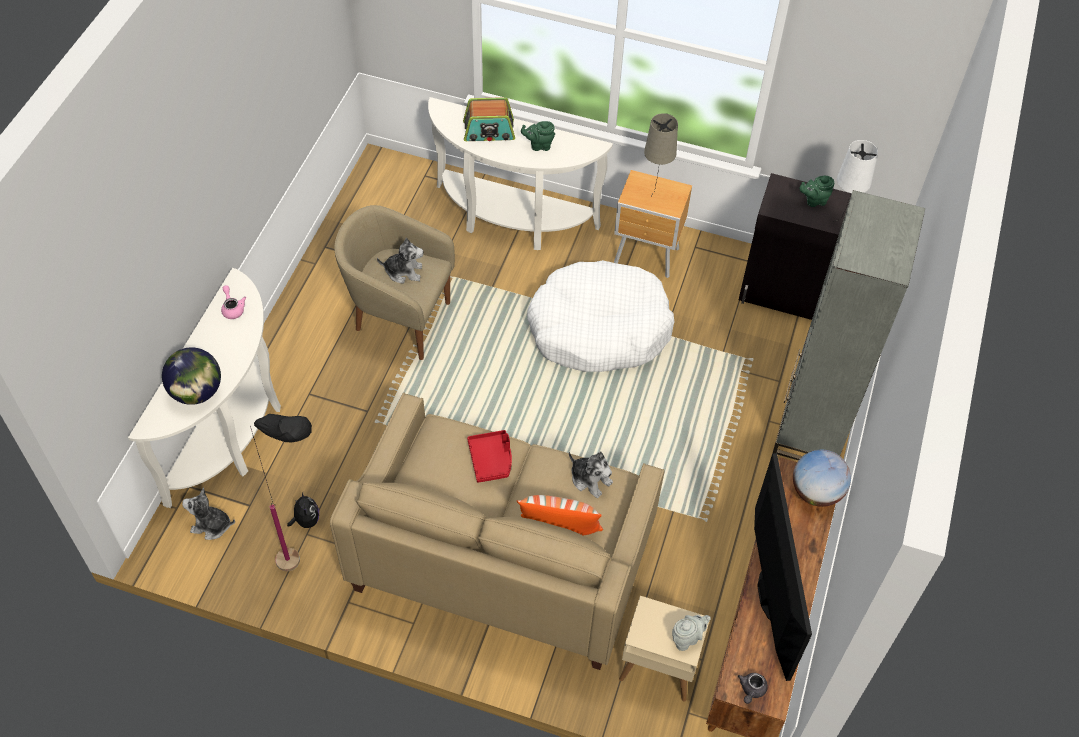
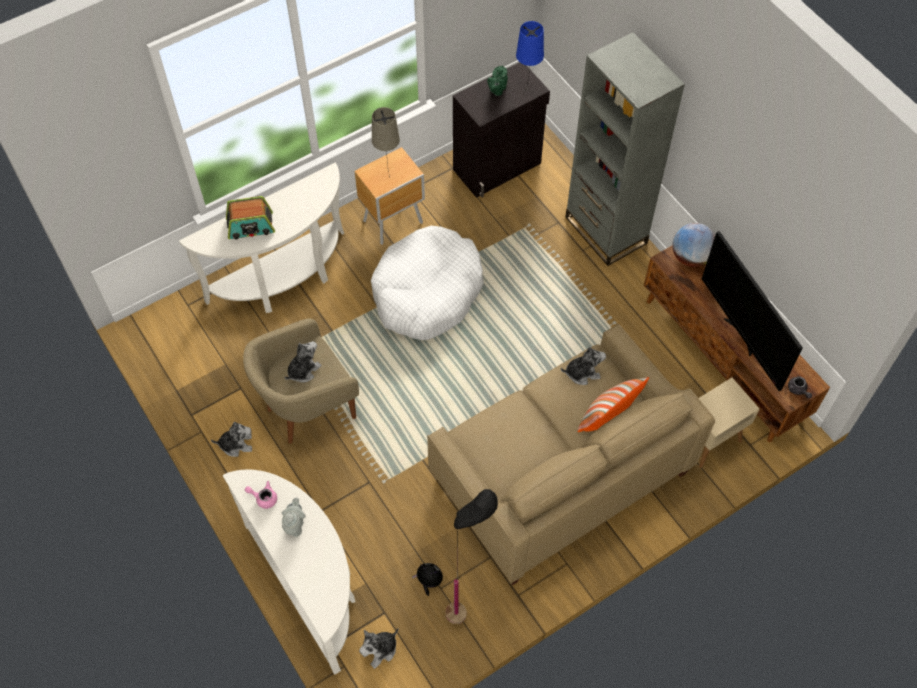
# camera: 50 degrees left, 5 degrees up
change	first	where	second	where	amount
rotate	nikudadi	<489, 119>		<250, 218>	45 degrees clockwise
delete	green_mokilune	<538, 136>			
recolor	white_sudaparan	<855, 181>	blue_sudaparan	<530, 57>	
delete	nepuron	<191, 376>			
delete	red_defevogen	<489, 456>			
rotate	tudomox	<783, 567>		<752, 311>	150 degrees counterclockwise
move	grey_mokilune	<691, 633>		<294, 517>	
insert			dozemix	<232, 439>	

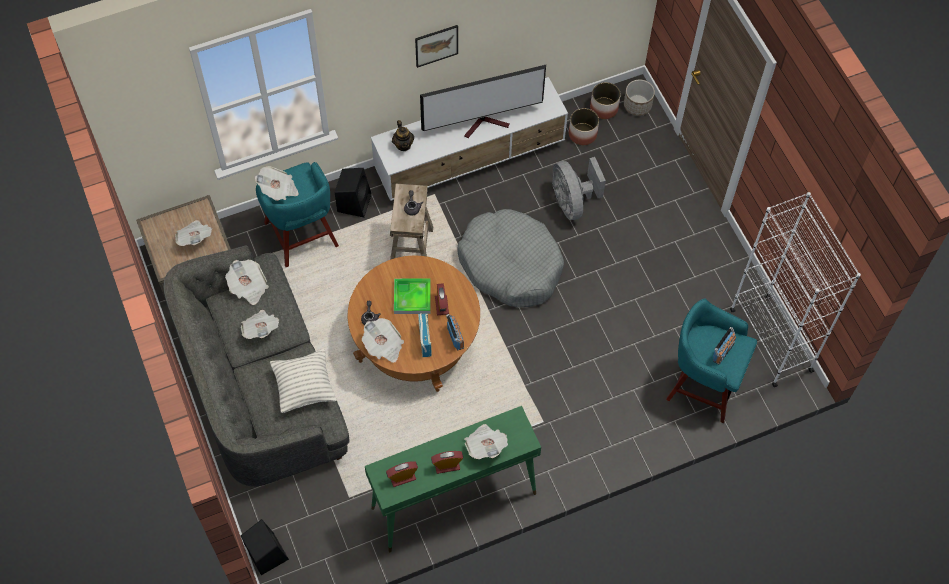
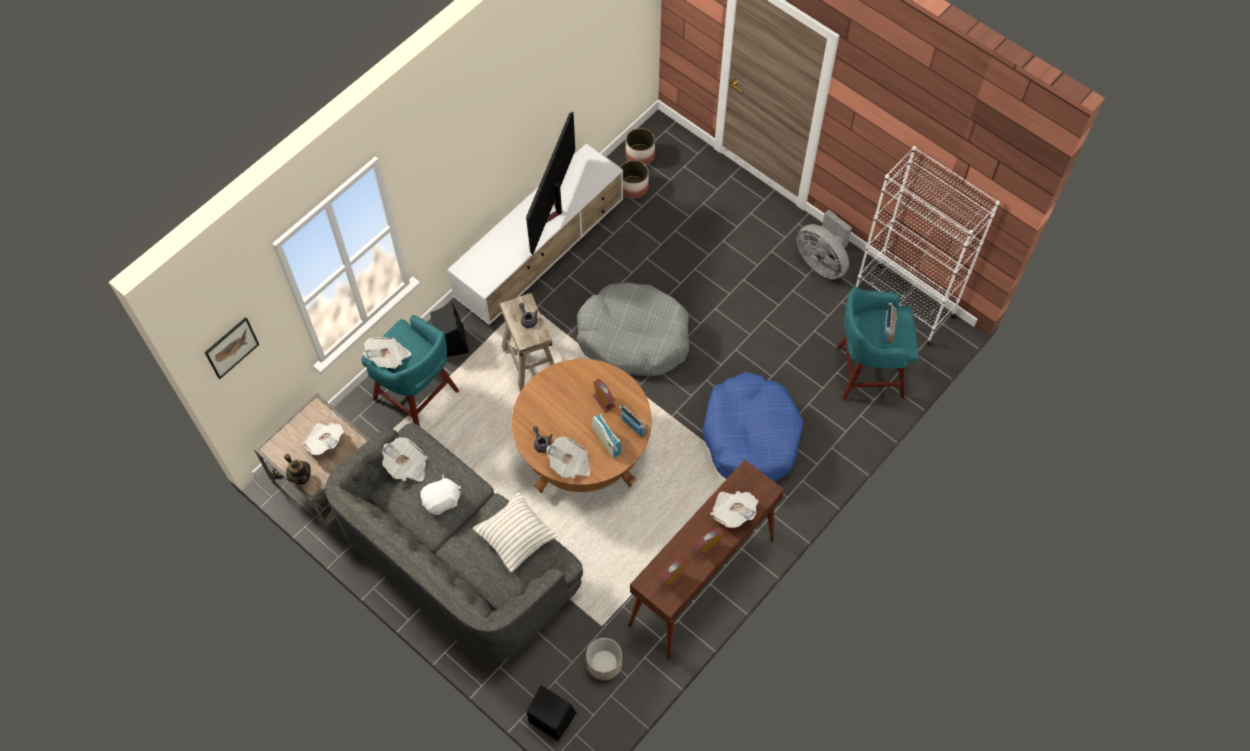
# camera: 25 degrees left, 0 degrees up
change	first	where	second	where	amount
move	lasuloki	<436, 46>		<231, 348>	
rotate	tudomox	<483, 101>		<550, 183>	150 degrees clockwise
move	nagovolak	<639, 98>		<604, 659>	
move	mokilune	<403, 135>		<297, 469>	
move	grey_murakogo	<579, 188>		<824, 244>	
delete	defevogen	<412, 296>			
replace	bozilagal	<260, 324>	white_dozemix	<440, 495>	
recolor	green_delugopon	<453, 479>	brown_delugopon	<706, 560>	
insert			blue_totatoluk	<753, 427>	

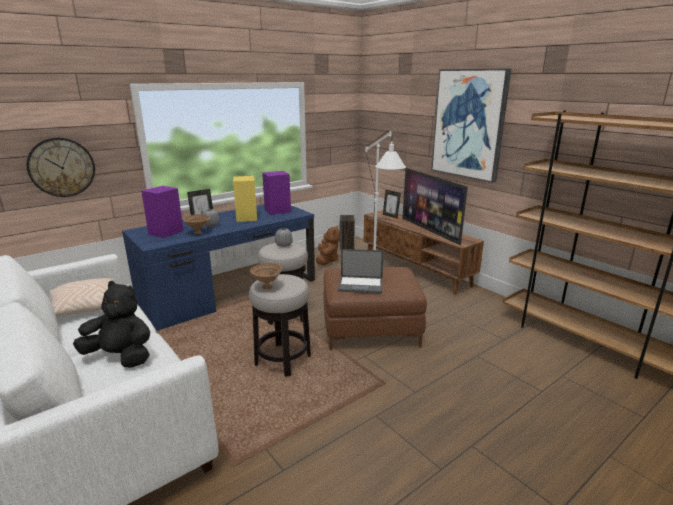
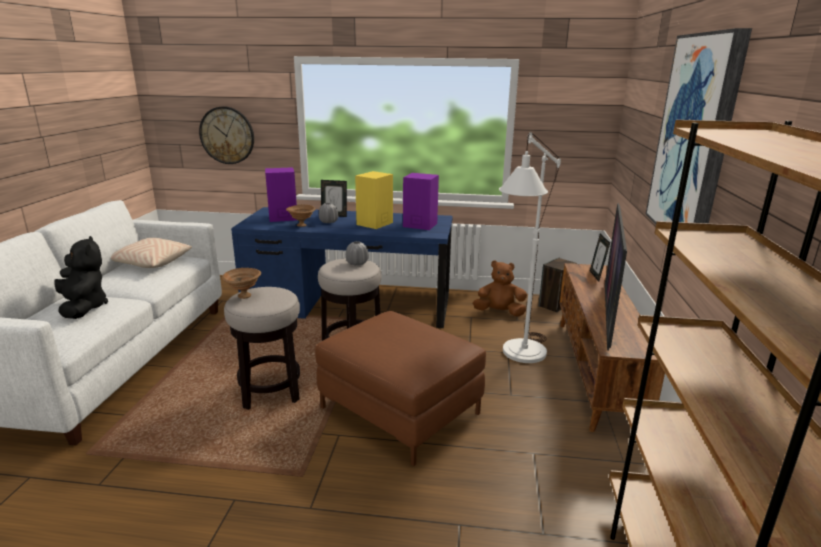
# camera: 45 degrees right, 0 degrees up
change	first	where	second	where	amount
rotate	brown_dozemix	<328, 245>		<500, 288>	135 degrees counterclockwise
delete	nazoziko	<360, 271>			

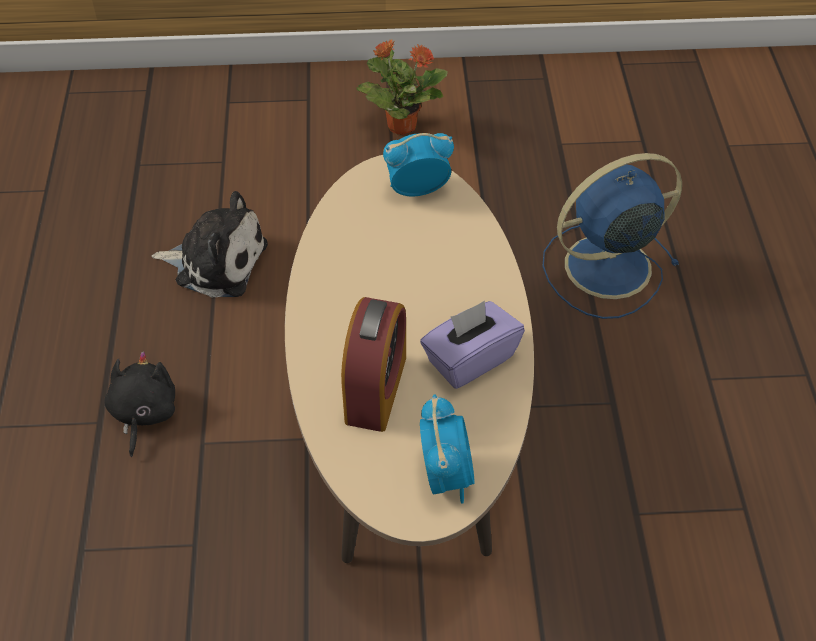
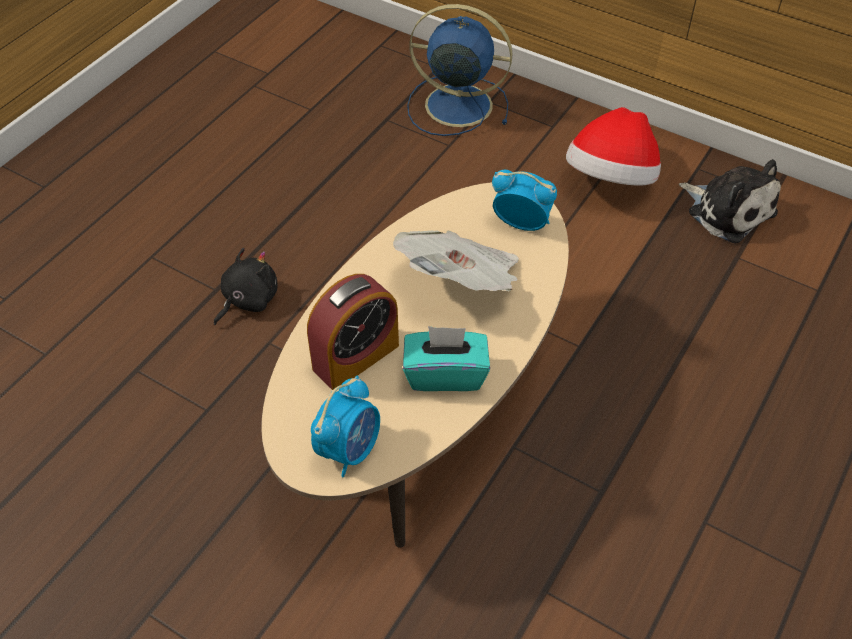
# camera: 35 degrees right, 0 degrees up
change	first	where	second	where	amount
replace	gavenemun	<402, 87>	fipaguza	<613, 146>	
move	blue_murakogo	<612, 236>		<460, 70>	
move	dozemix	<209, 244>		<730, 201>	
recolor	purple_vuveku	<472, 345>	turquoise_vuveku	<446, 358>	
insert			bozilagal	<456, 261>	

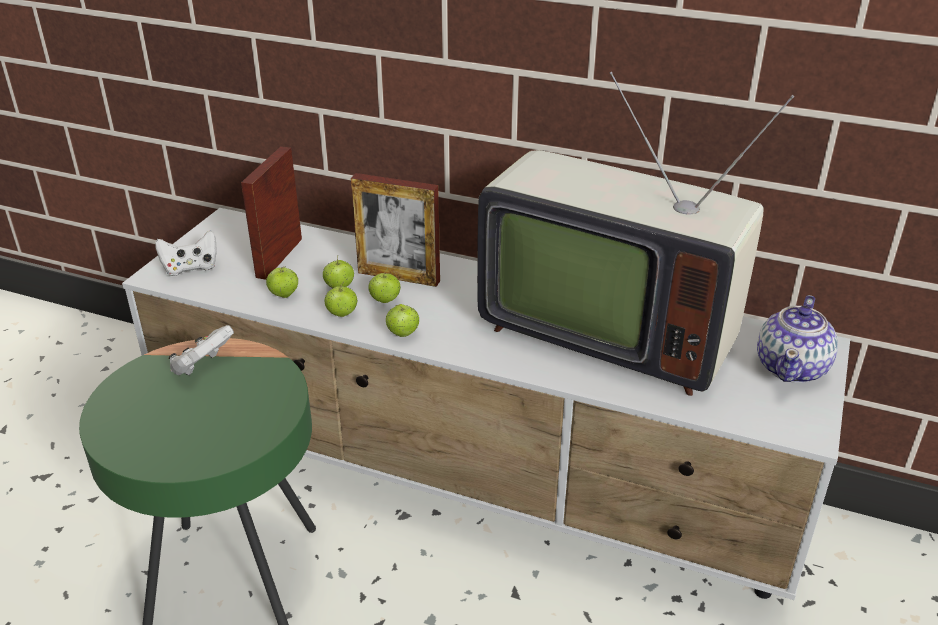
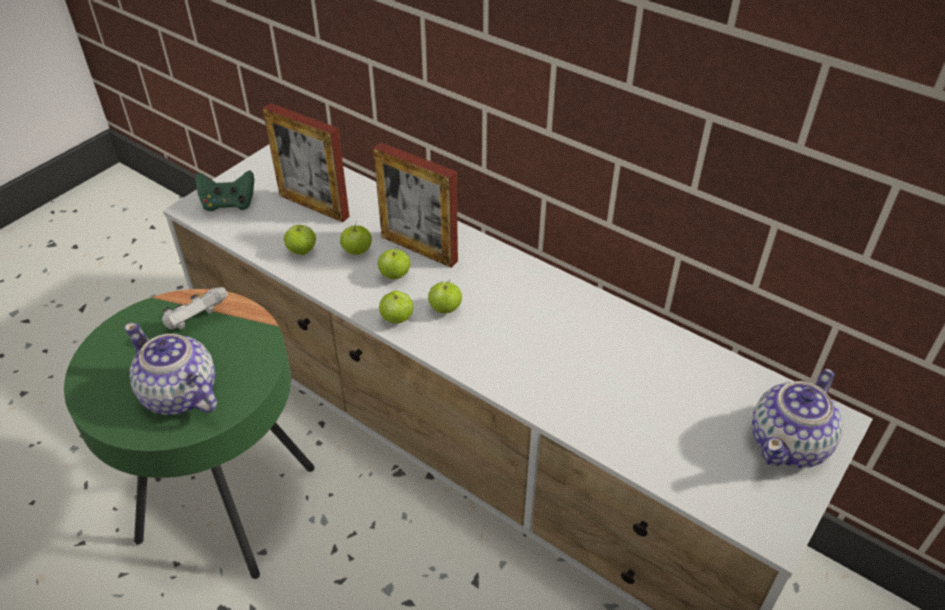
# camera: 15 degrees right, 10 degrees up
change	first	where	second	where	amount
delete	tudomox	<635, 233>			
rotate	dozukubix	<271, 213>		<306, 162>	90 degrees counterclockwise
recolor	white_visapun	<186, 253>	green_visapun	<225, 191>	
move	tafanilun	<340, 299>		<445, 296>	
insert			mokilune	<170, 369>	

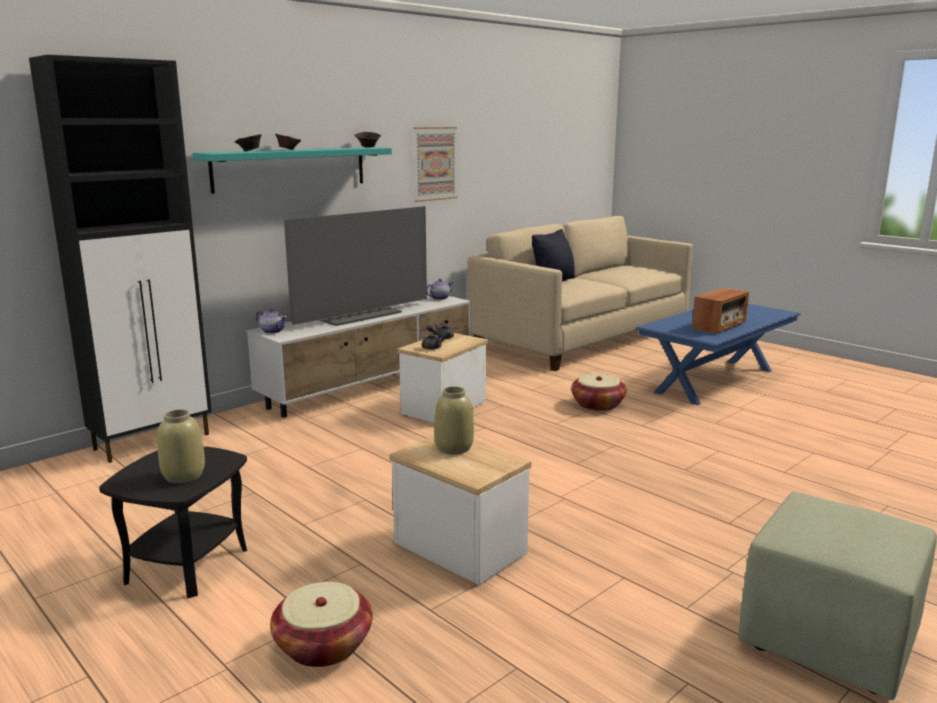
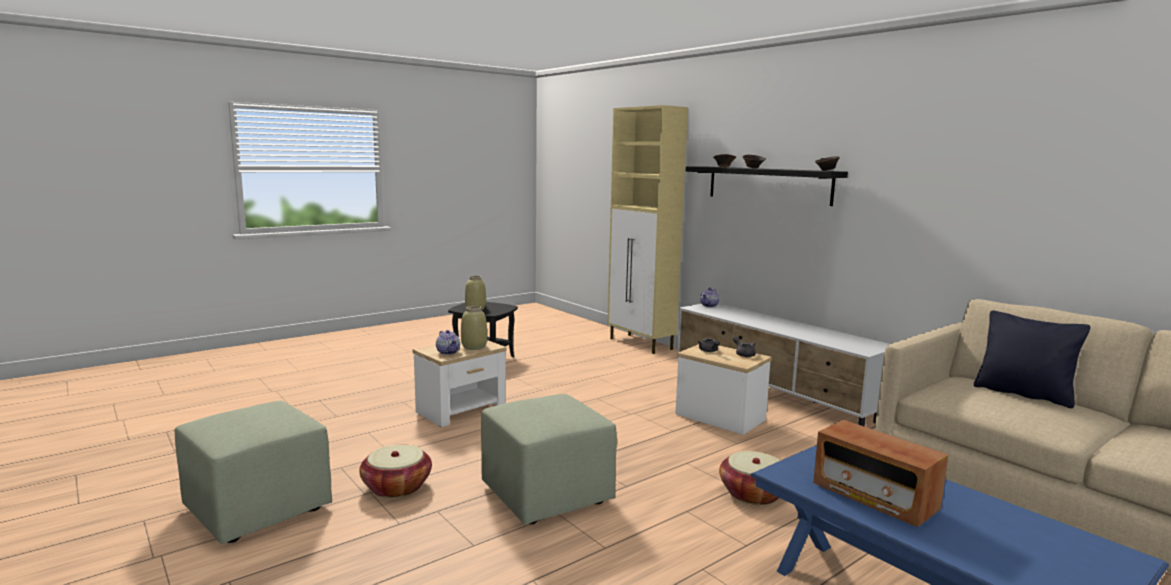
# camera: 95 degrees right, 5 degrees down
change	first	where	second	where	amount
recolor	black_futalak	<120, 259>	beige_futalak	<648, 229>	
delete	lasuloki	<435, 164>			
recolor	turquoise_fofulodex	<292, 170>	black_fofulodex	<767, 186>	
delete	tudomox	<355, 266>			
move	mokilune	<440, 289>		<448, 342>	
move	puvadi	<321, 624>		<395, 471>	
insert			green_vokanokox	<549, 459>	

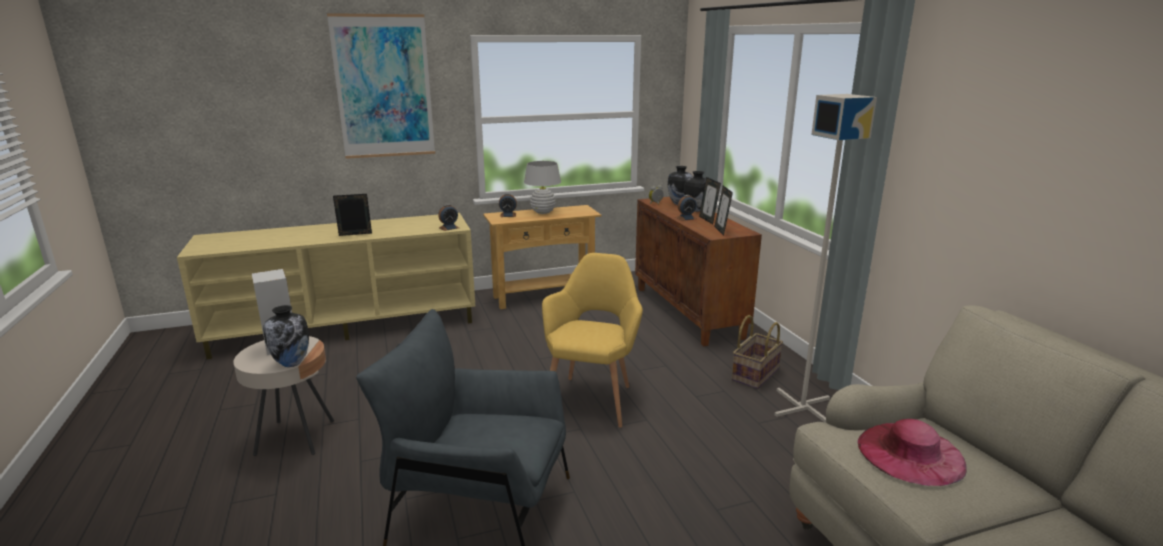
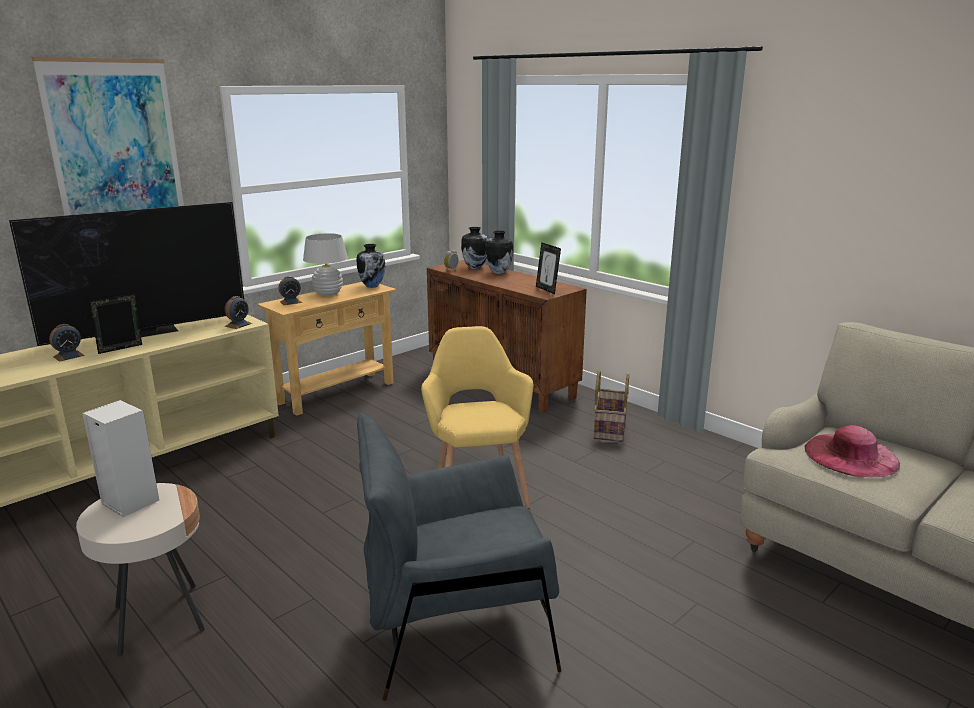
# camera: 25 degrees left, 0 degrees up
change	first	where	second	where	amount
delete	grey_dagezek	<826, 258>			
delete	dozukubix	<710, 200>			
move	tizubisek	<686, 208>		<67, 343>	
move	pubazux	<286, 336>		<371, 266>	
insert			tudomox	<126, 274>	

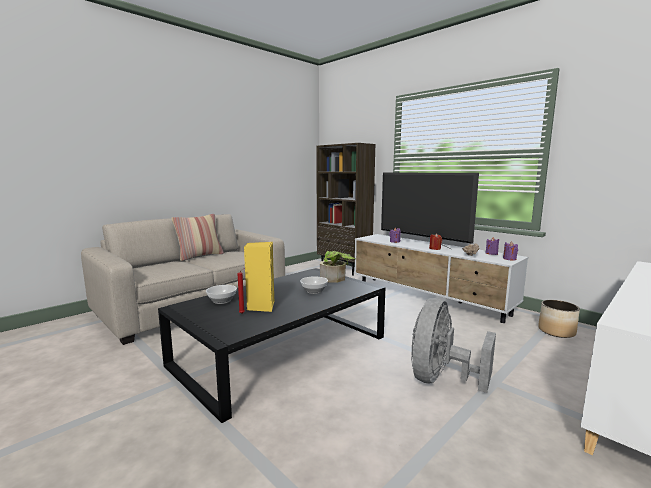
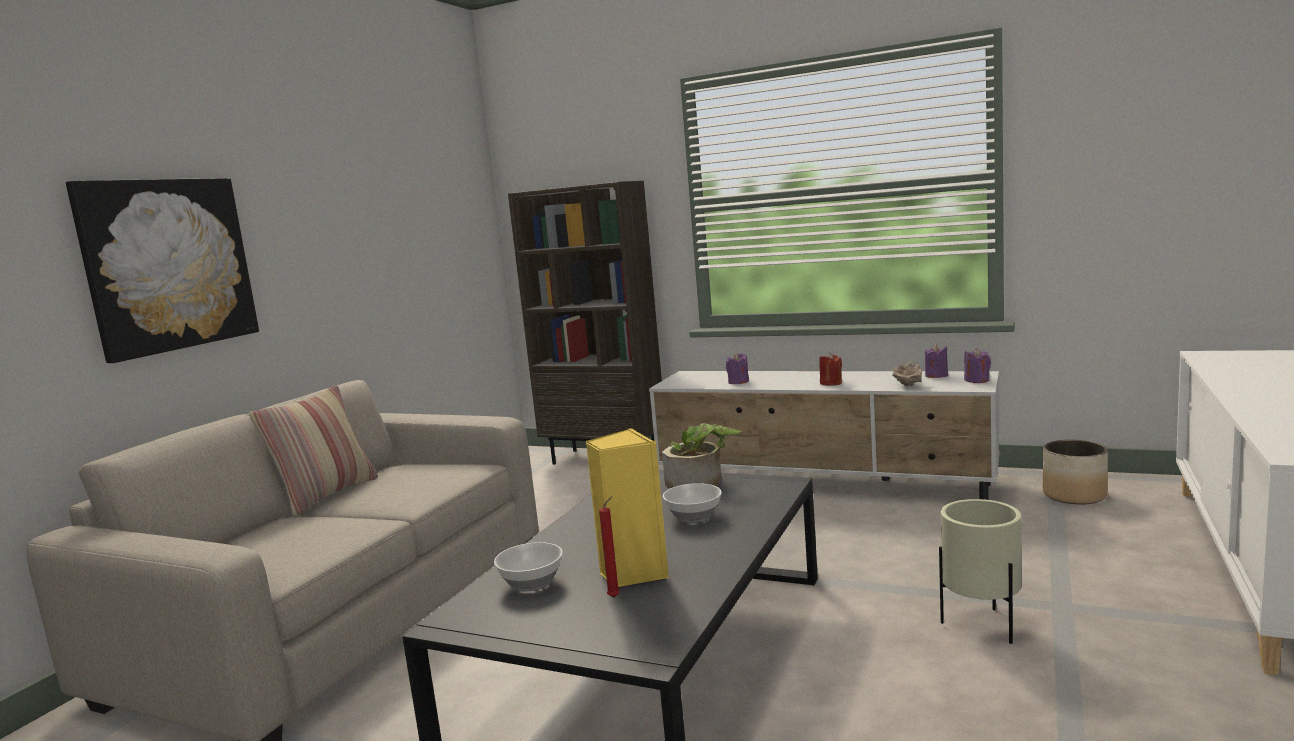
# camera: 20 degrees left, 0 degrees up
change	first	where	second	where	amount
delete	tudomox	<430, 211>			
replace	grey_murakogo	<453, 345>	beige_nagovolak	<980, 571>	
insert			lasuloki	<162, 270>	

